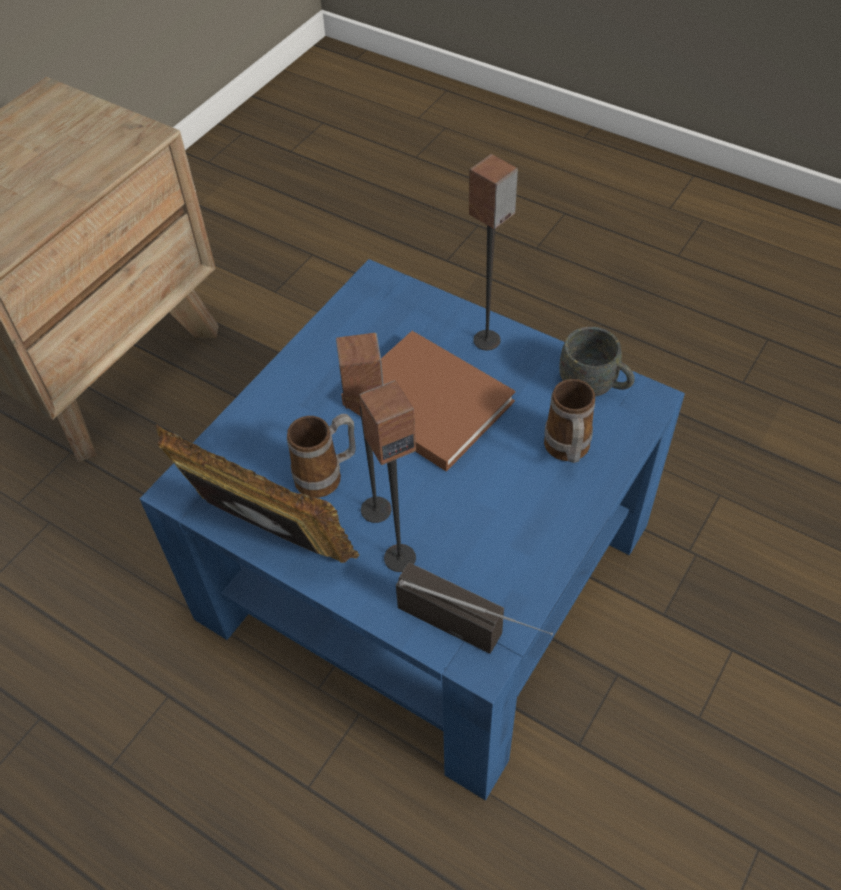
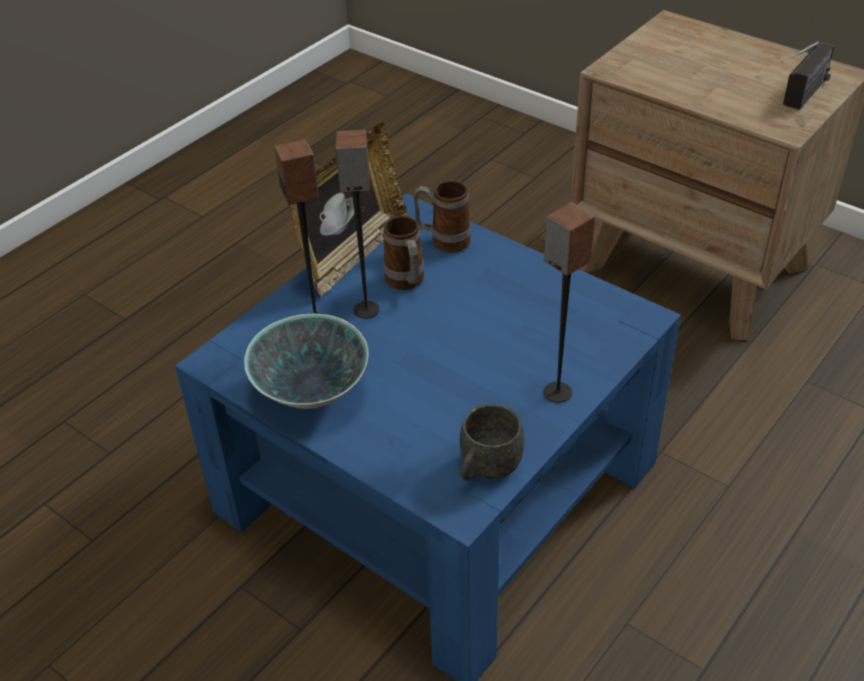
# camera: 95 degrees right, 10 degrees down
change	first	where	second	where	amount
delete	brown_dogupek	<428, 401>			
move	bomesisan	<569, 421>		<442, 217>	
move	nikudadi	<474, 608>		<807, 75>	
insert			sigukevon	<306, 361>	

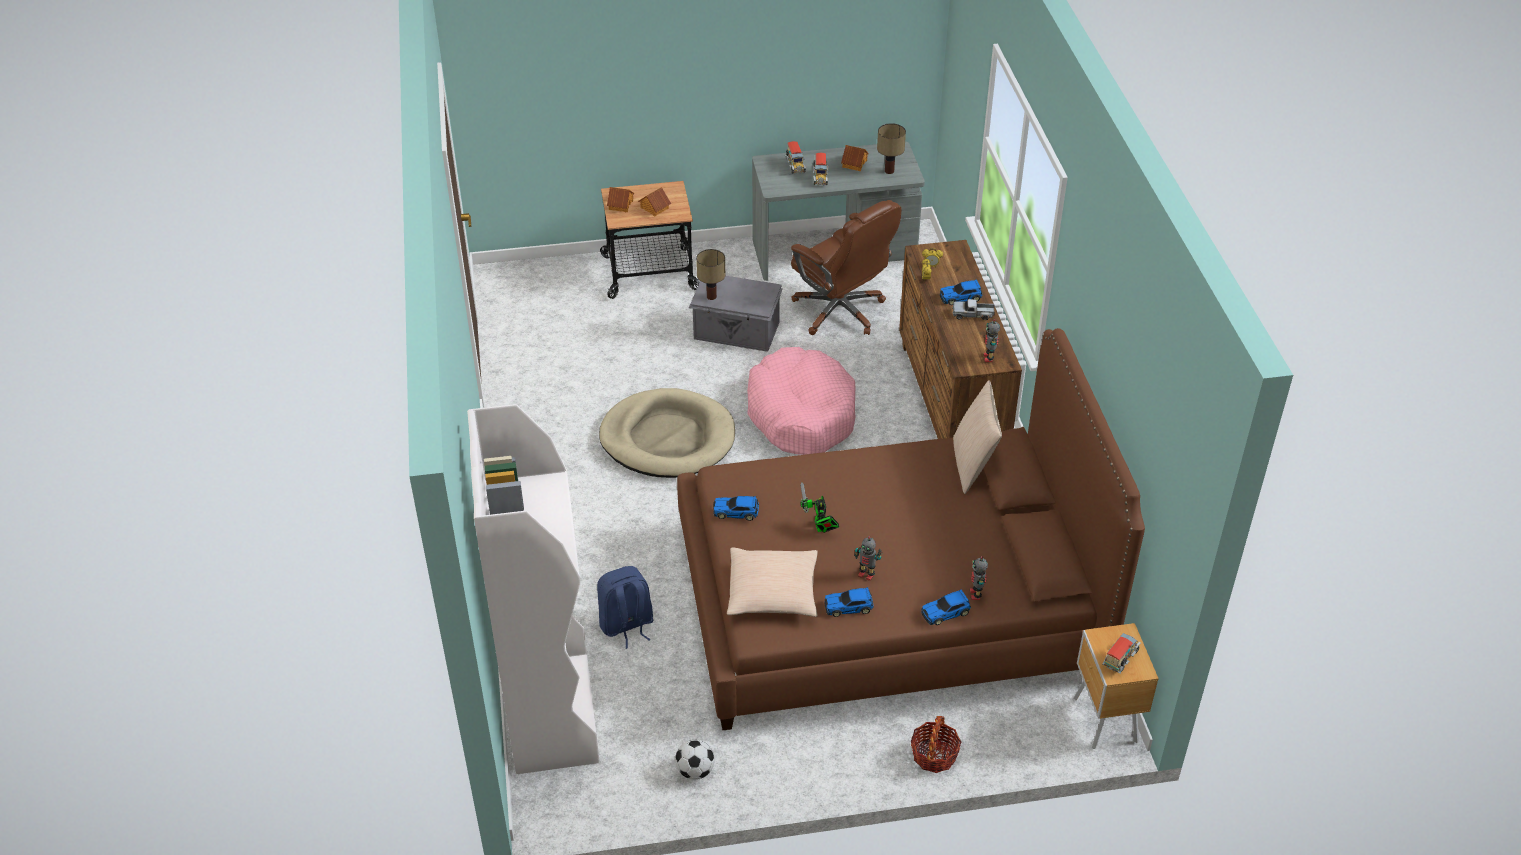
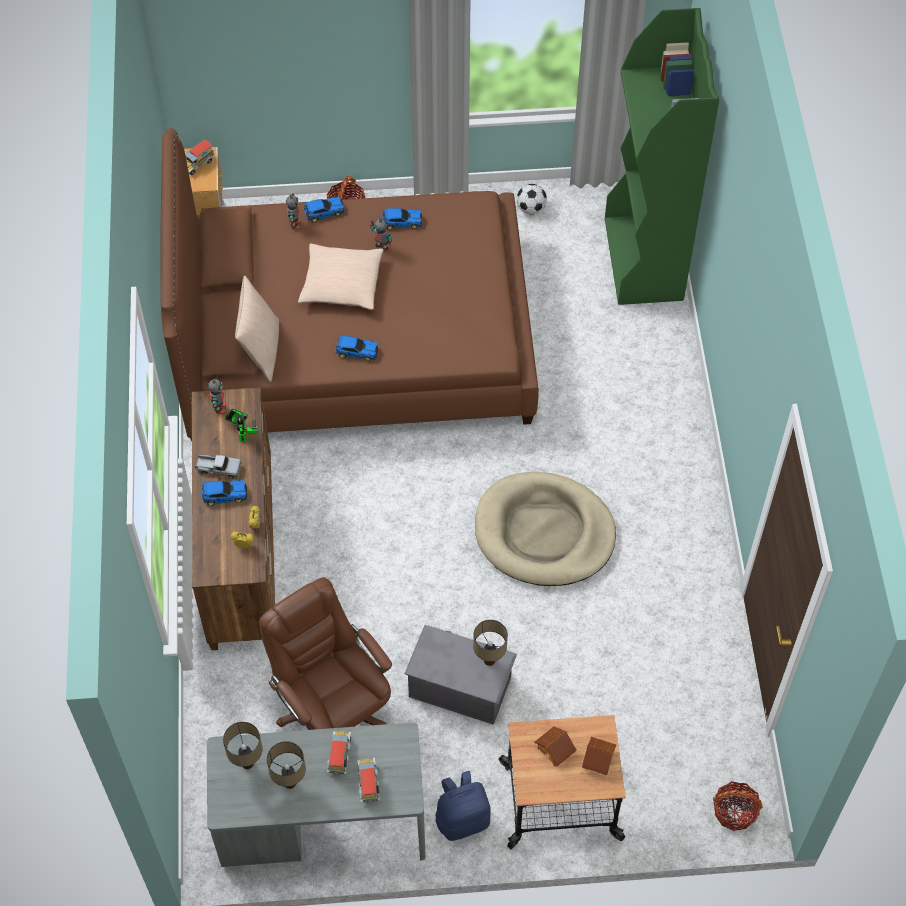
# camera: 175 degrees left, 15 degrees up
change	first	where	second	where	amount
replace	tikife	<855, 158>	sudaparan	<286, 765>	
delete	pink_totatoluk	<801, 401>			
recolor	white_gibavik	<533, 589>	green_gibavik	<662, 156>	
move	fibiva	<819, 507>		<241, 425>	
move	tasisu	<736, 508>		<357, 348>	
move	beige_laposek	<772, 582>		<341, 277>	
move	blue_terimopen	<625, 607>		<463, 806>	
insert			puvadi	<737, 806>	

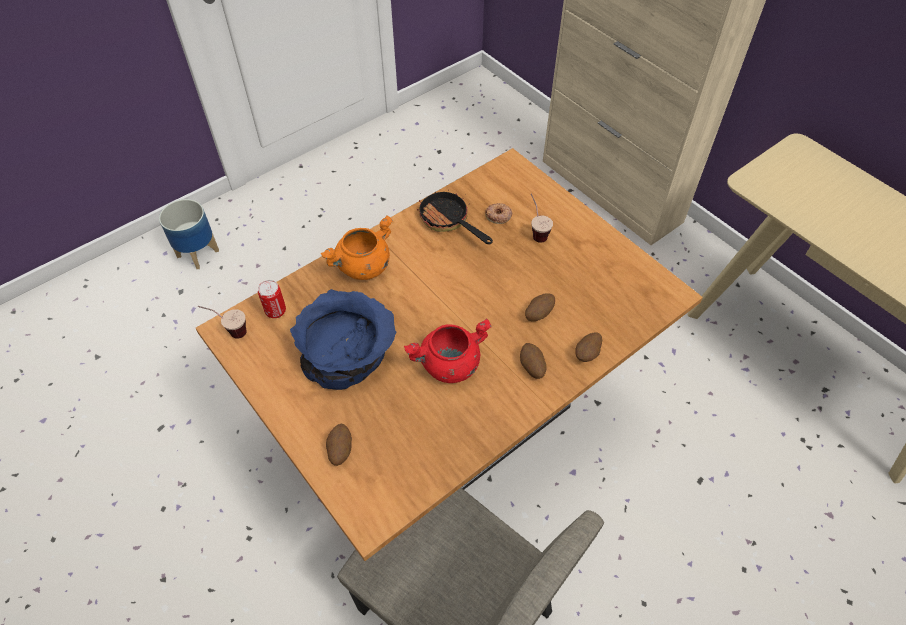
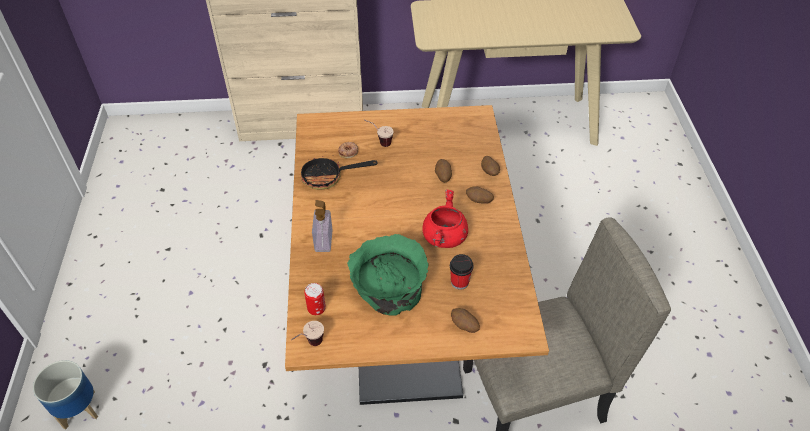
# camera: 55 degrees left, 5 degrees down
change	first	where	second	where	amount
replace	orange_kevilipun	<356, 248>	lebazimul	<322, 226>	
recolor	blue_sigukevon	<343, 339>	green_sigukevon	<388, 275>	
insert			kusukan	<462, 272>	

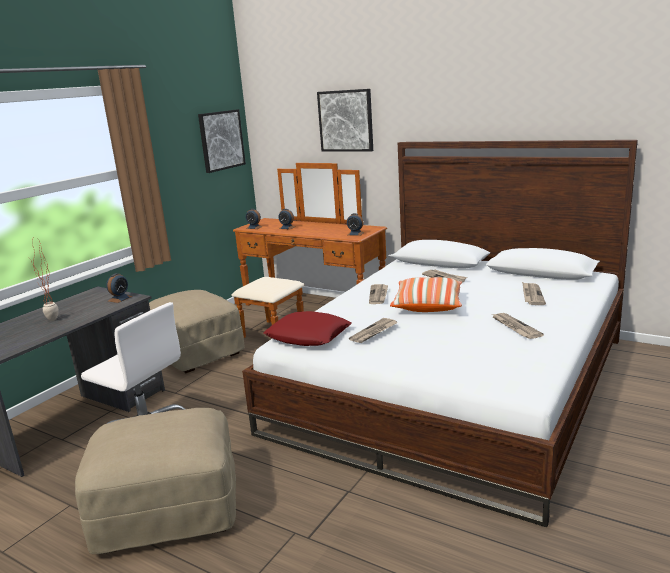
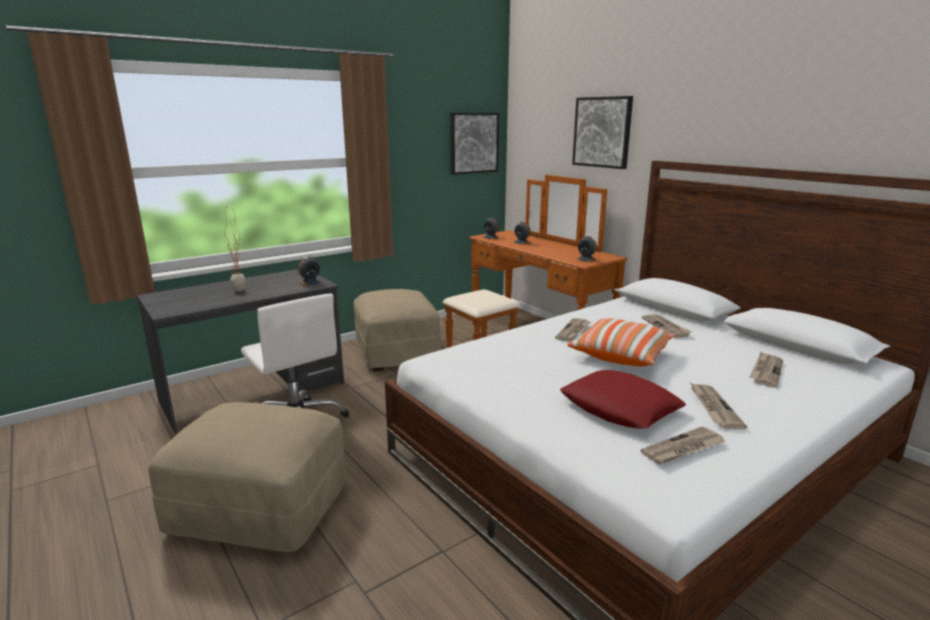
# camera: 20 degrees right, 0 degrees up
change	first	where	second	where	amount
move	red_laposek	<307, 328>		<623, 399>	
move	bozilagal	<373, 330>		<683, 445>	

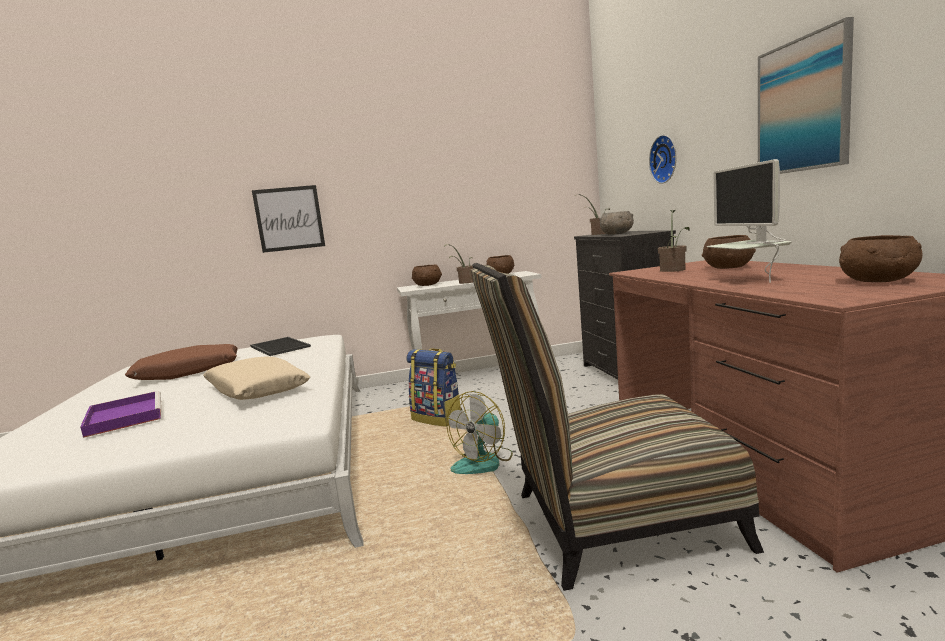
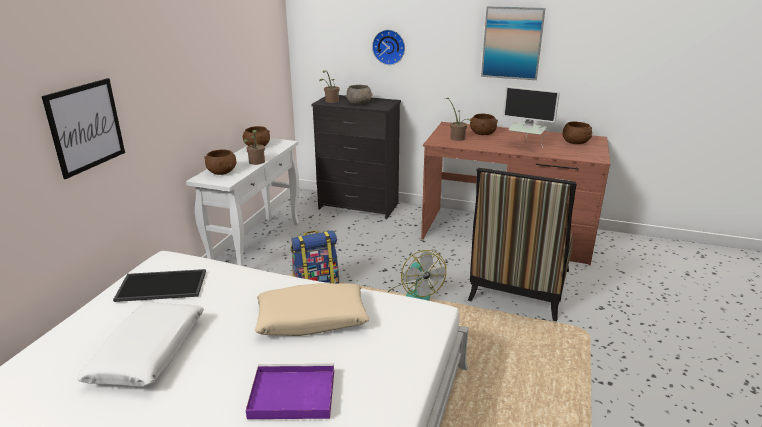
# camera: 60 degrees left, 15 degrees up
change	first	where	second	where	amount
recolor	brown_laposek	<181, 362>	white_laposek	<140, 345>	

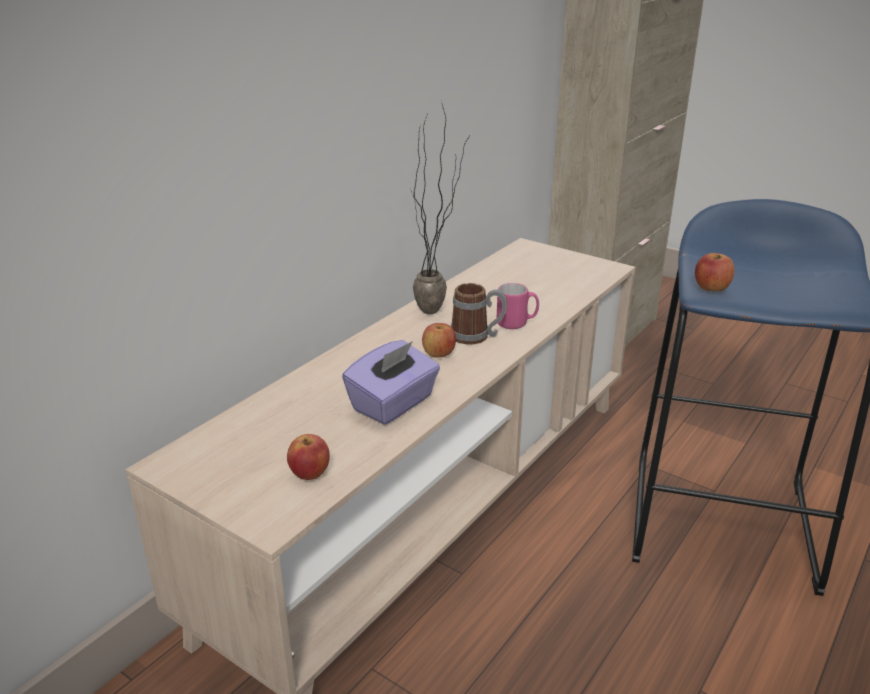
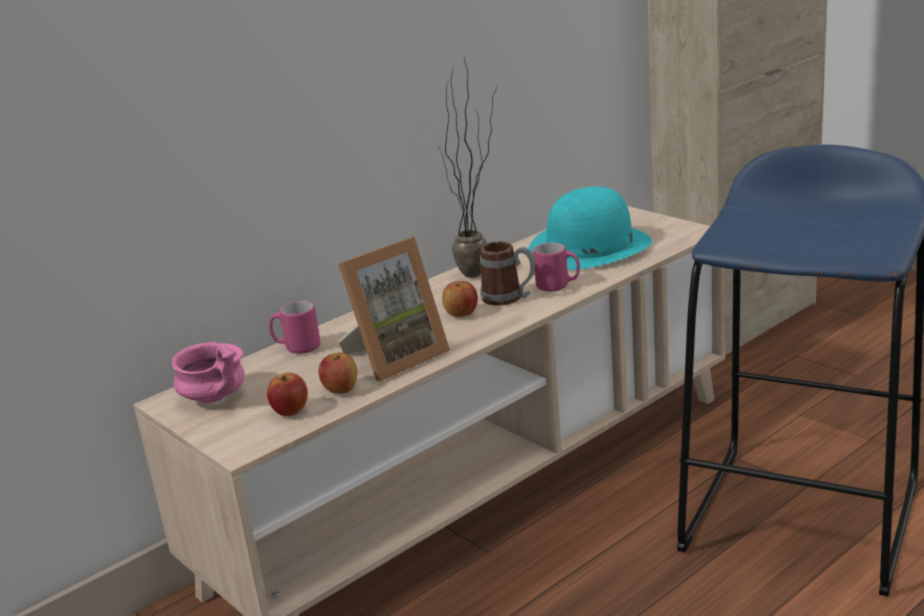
# camera: 15 degrees right, 5 degrees down
change	first	where	second	where	amount
move	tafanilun	<715, 272>		<337, 373>	
replace	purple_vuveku	<391, 382>	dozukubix	<394, 309>	
insert			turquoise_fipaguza	<590, 228>	
insert			pink_bomesisan	<294, 327>	
insert			pink_sigukevon	<208, 372>	

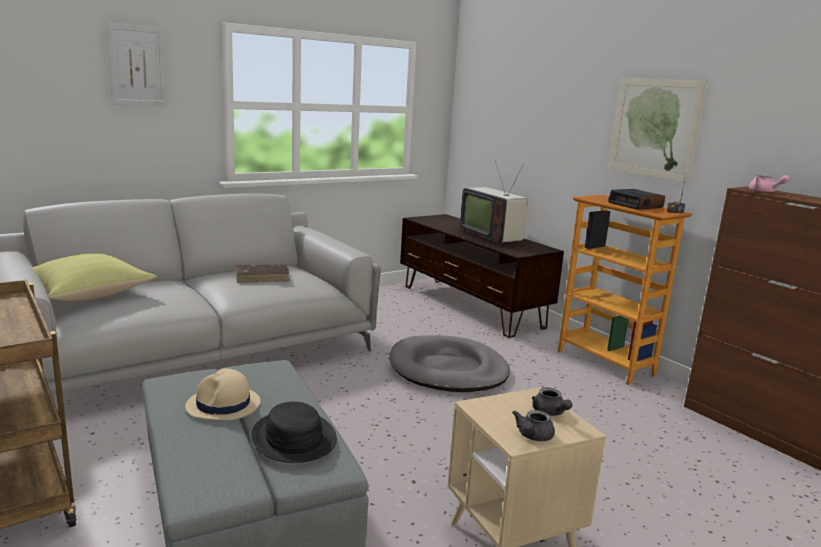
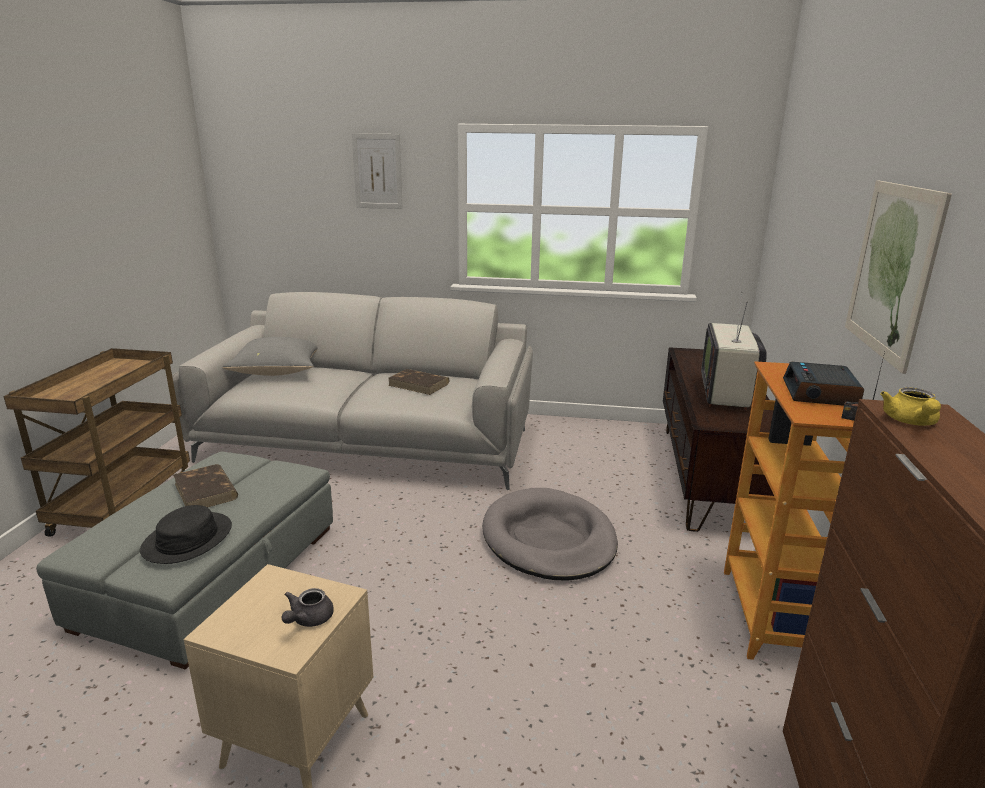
# camera: 45 degrees right, 5 degrees up
change	first	where	second	where	amount
recolor	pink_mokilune	<769, 184>	yellow_mokilune	<910, 406>	
recolor	yellow_laposek	<94, 277>	grey_laposek	<270, 356>	
replace	beige_fipaguza	<222, 394>	brown_dogupek	<205, 486>	
delete	grey_mokilune	<533, 425>			

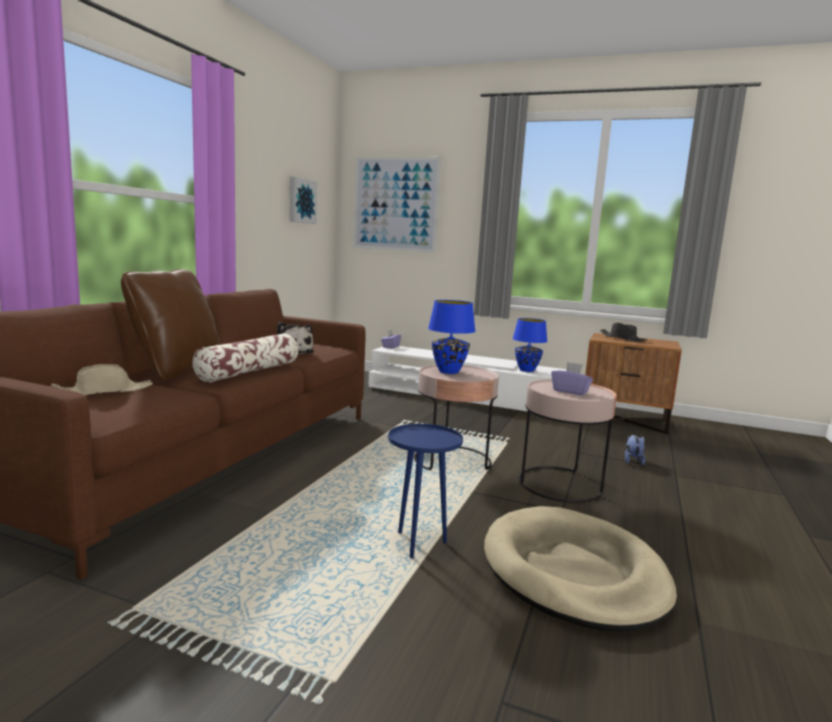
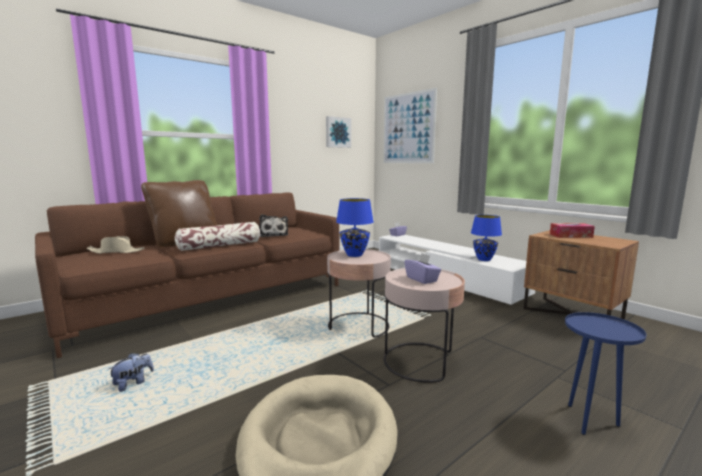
# camera: 30 degrees right, 0 degrees up
change	first	where	second	where	amount
replace	black_fipaguza	<624, 332>	vuveku	<572, 230>	
move	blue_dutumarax	<425, 491>		<605, 373>	
move	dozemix	<635, 450>		<130, 372>	

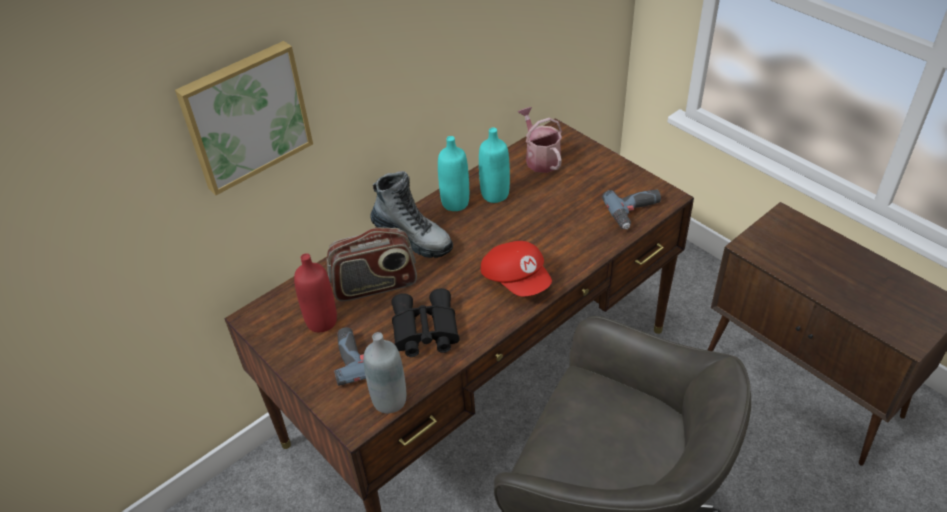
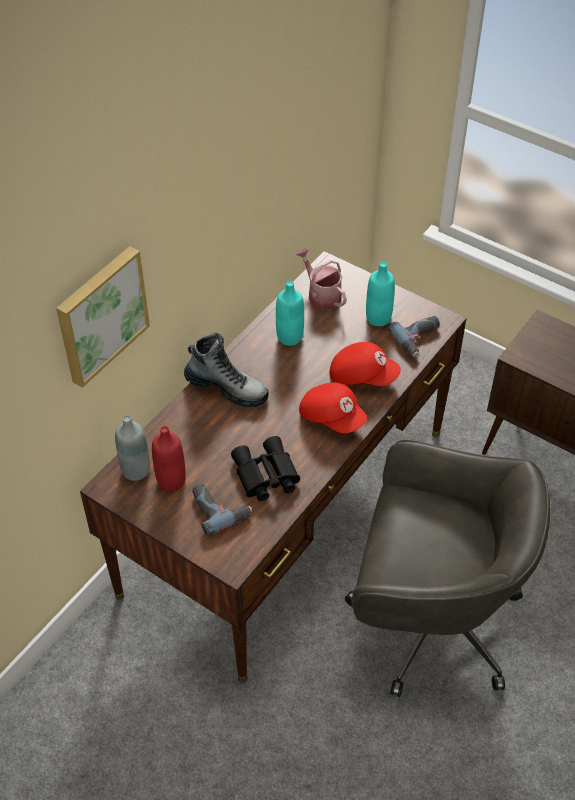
# camera: 15 degrees left, 5 degrees up
change	first	where	second	where	amount
move	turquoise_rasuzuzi	<453, 173>		<380, 294>	
delete	nikudadi	<372, 264>			
move	grey_rasuzuzi	<384, 372>		<132, 448>	
insert			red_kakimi	<365, 364>	

